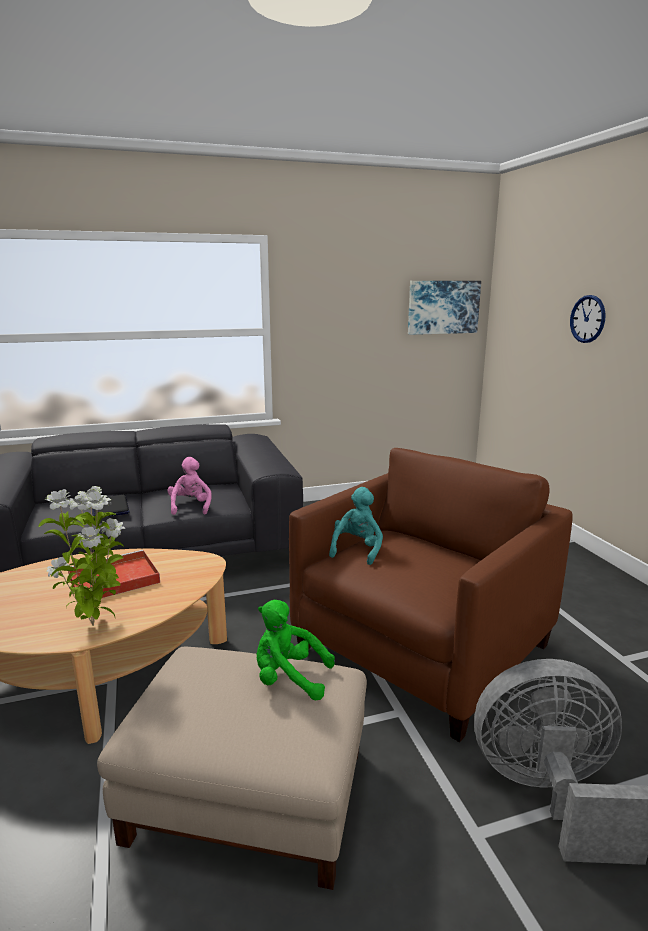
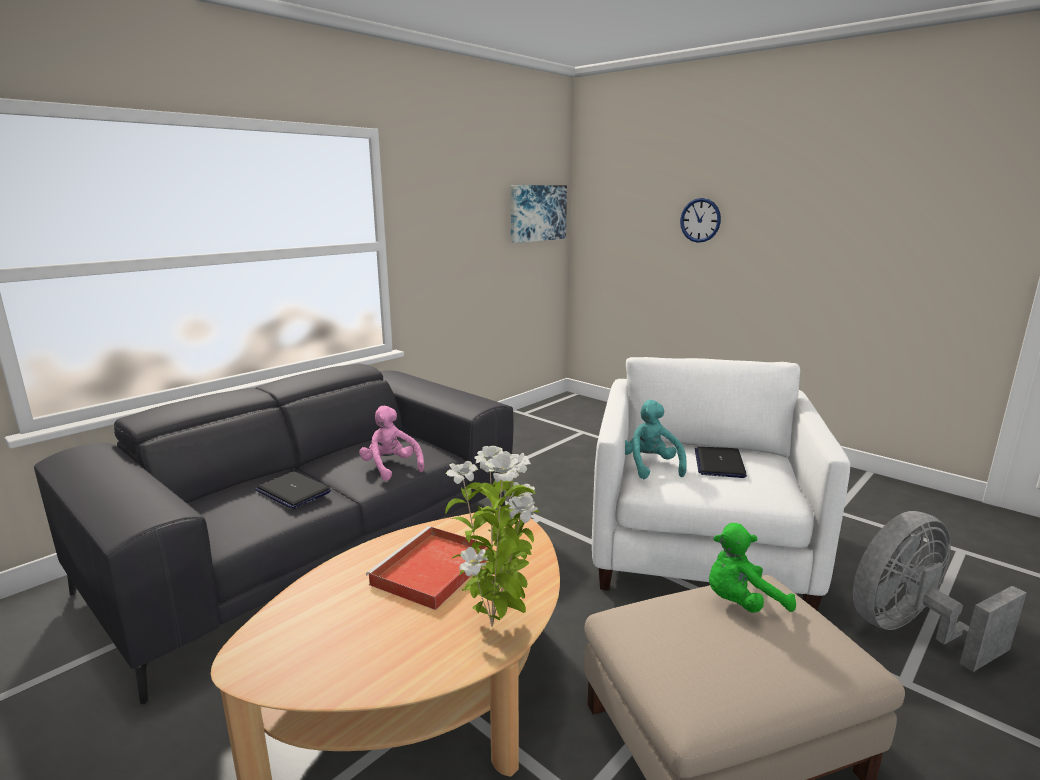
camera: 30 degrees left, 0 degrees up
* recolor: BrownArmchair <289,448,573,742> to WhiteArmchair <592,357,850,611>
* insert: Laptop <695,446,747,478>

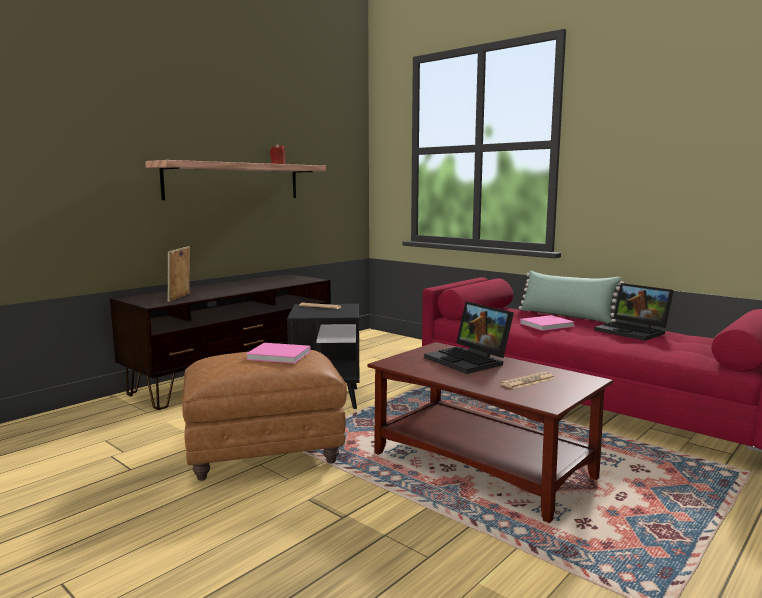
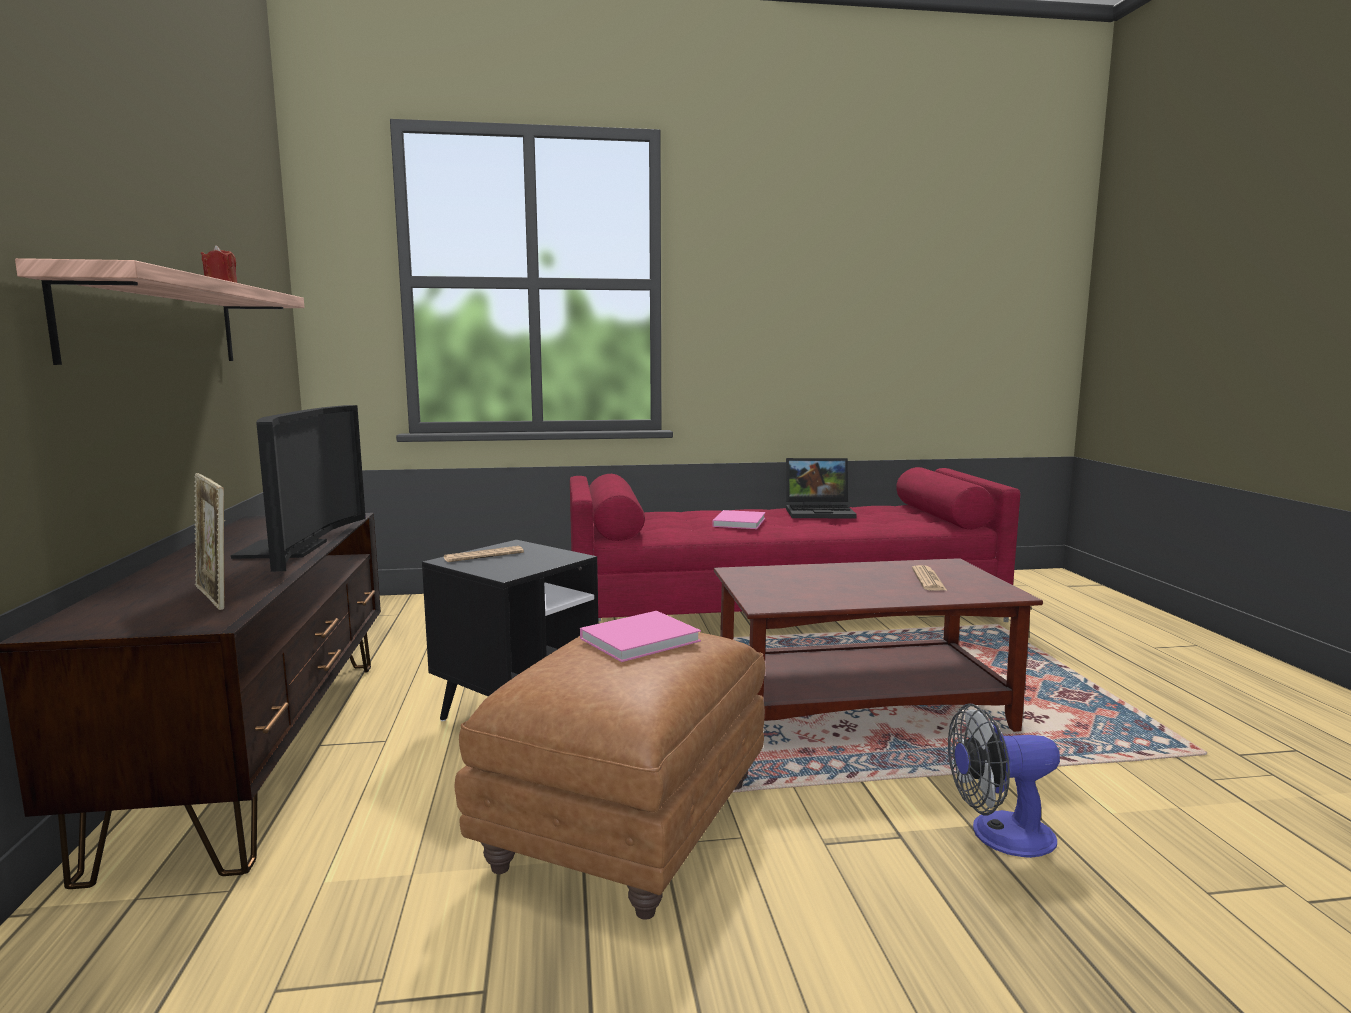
camera: 50 degrees left, 0 degrees up
* insert: Television <231,405,366,571>
* insert: Fan <948,703,1060,858>
* delete: Laptop <424,301,514,374>
* delete: GreenPillow <518,270,624,323>

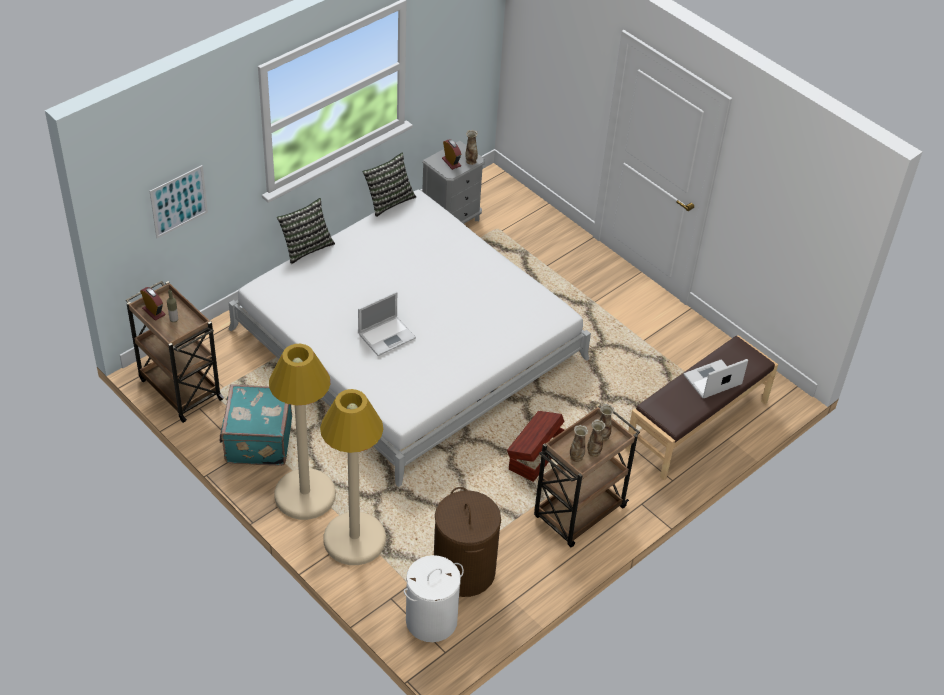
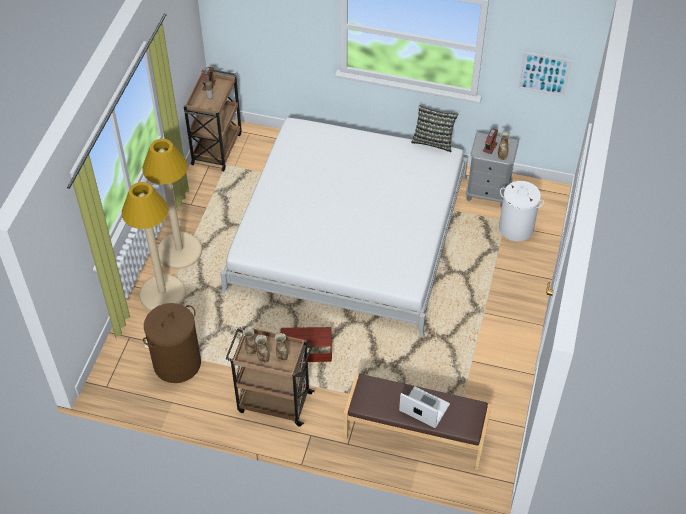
camera: 60 degrees right, 5 degrees up
* move: WhiteLaundryBasket <404,555,464,642> to <499,181,544,241>
* move: Picture <150,165,208,238> to <518,52,572,97>
* delete: TurquoiseSuitcase <220,384,292,466>
* delete: Pillow <277,198,335,264>
* delete: Laptop <358,292,416,356>

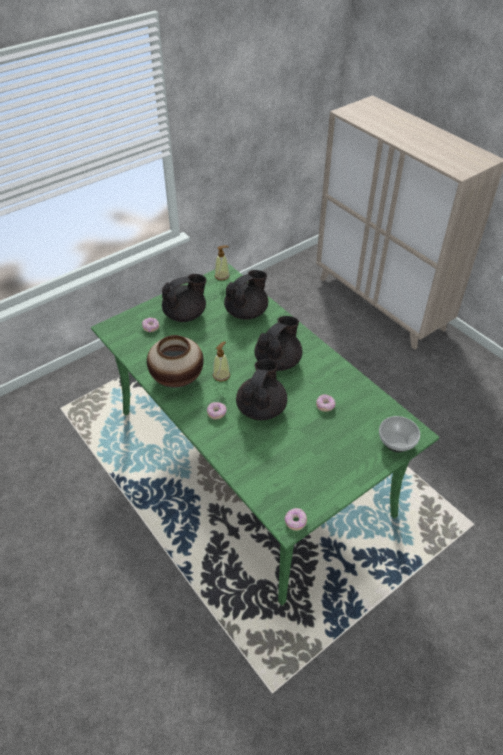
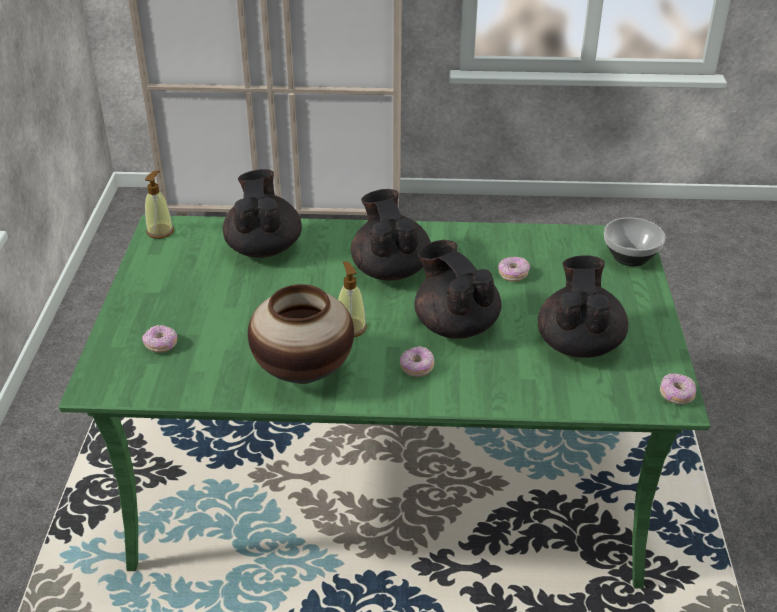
camera: 50 degrees left, 10 degrees down
* move: BlackTeapot <162,274,206,322> to <538,255,628,358>

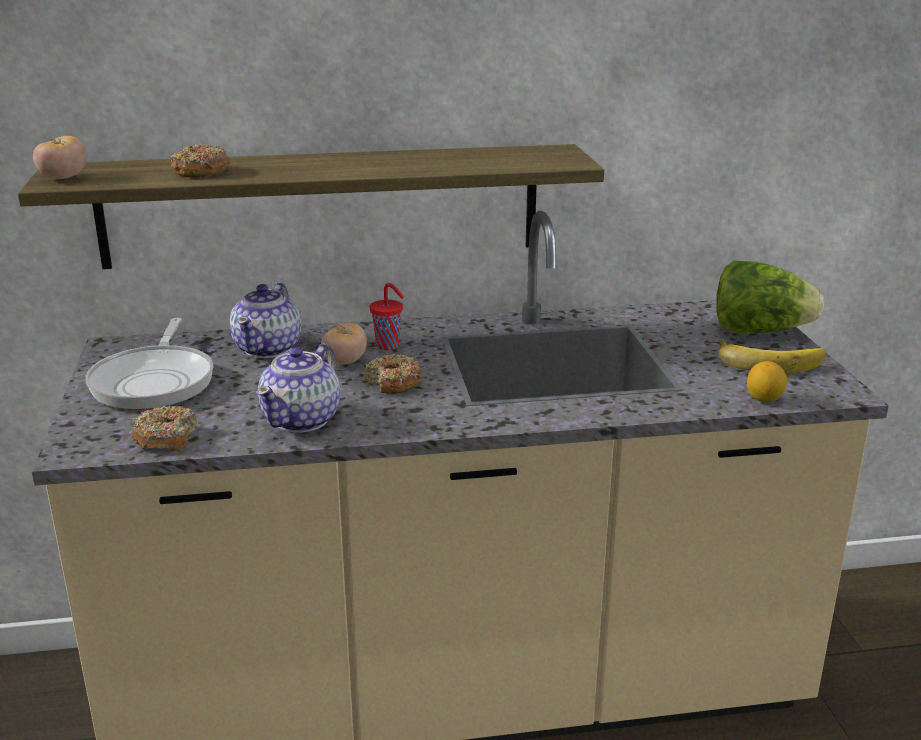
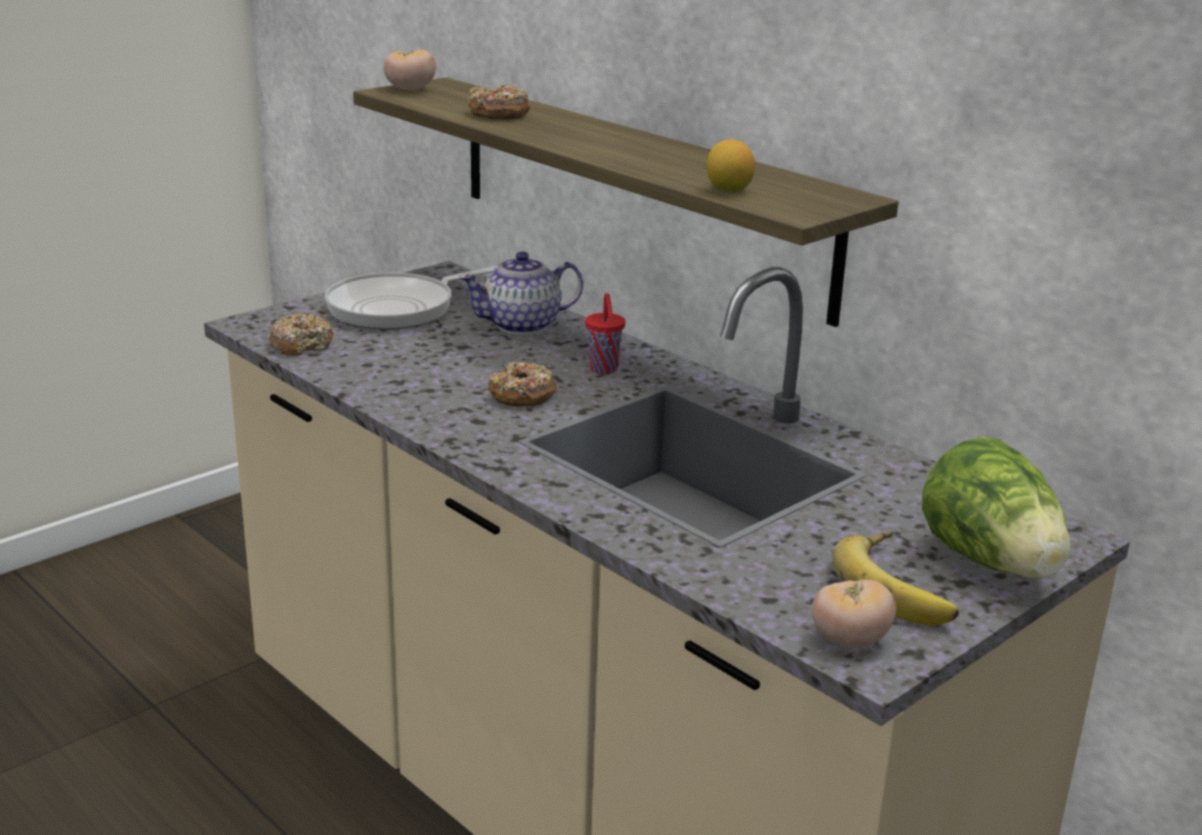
camera: 55 degrees right, 0 degrees up
* move: Lemon <747,361,787,403> to <707,140,755,192>
* move: Tomato <321,323,367,364> to <812,579,896,648>
* delete: Teapot <256,343,340,432>

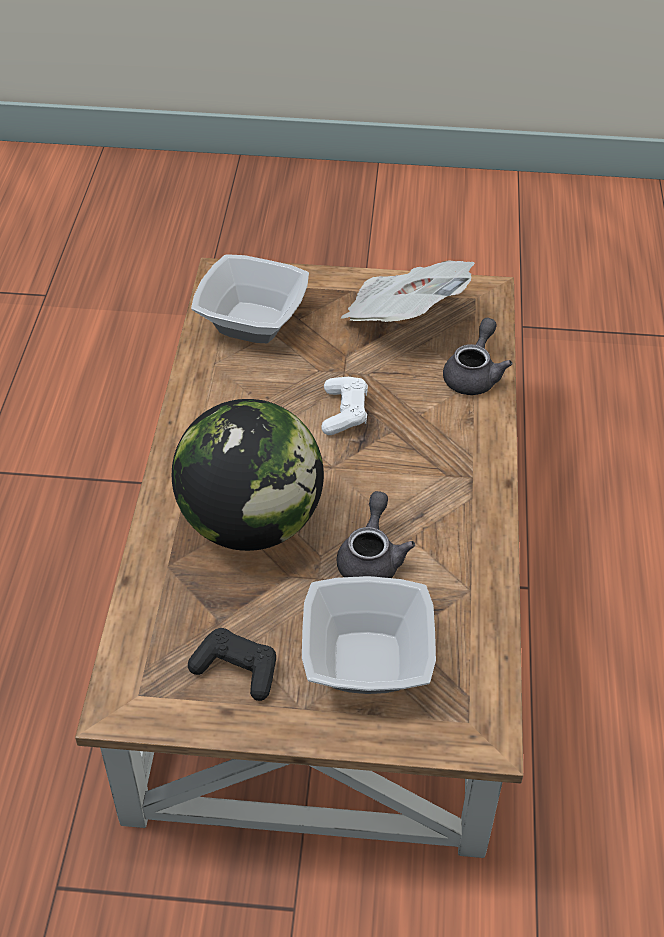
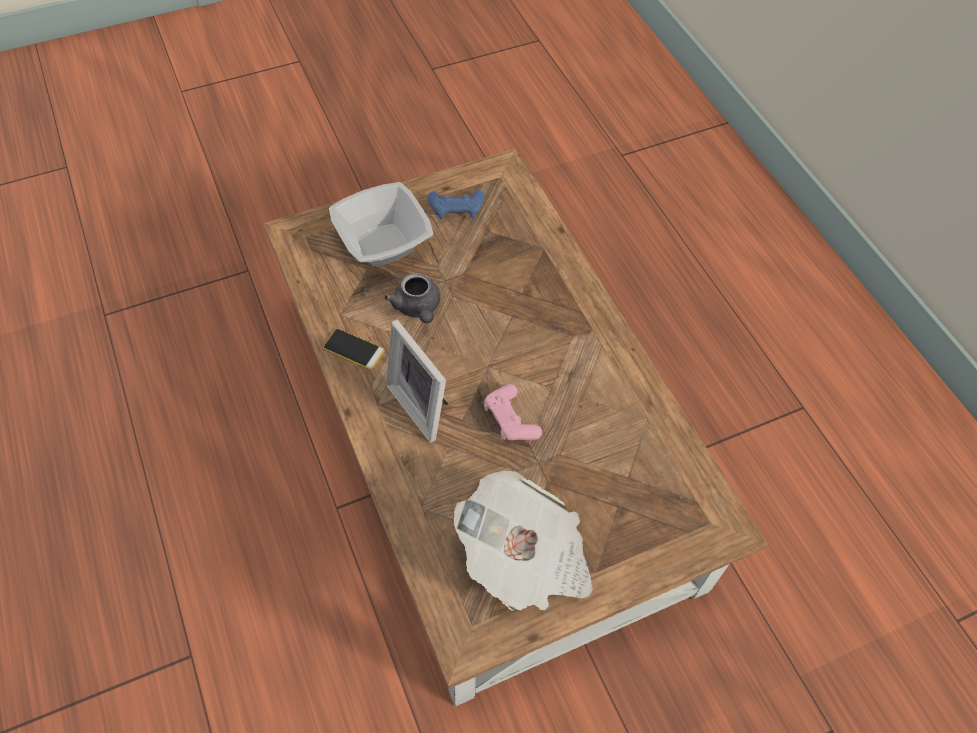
camera: 150 degrees right, 10 degrees up
* insert: Phone <323,329,384,370>
* insert: PictureFrame <386,320,449,443>
* recolor: BlackGameController <188,628,276,701> to BlueGameController <427,190,485,220>
* recolor: WhiteGameController <321,377,368,435> to PinkGameController <484,384,542,440>
* delete: Globe <172,399,324,551>
* delete: Bowl <191,254,309,343>
* delete: GreyTeapot <443,318,512,395>

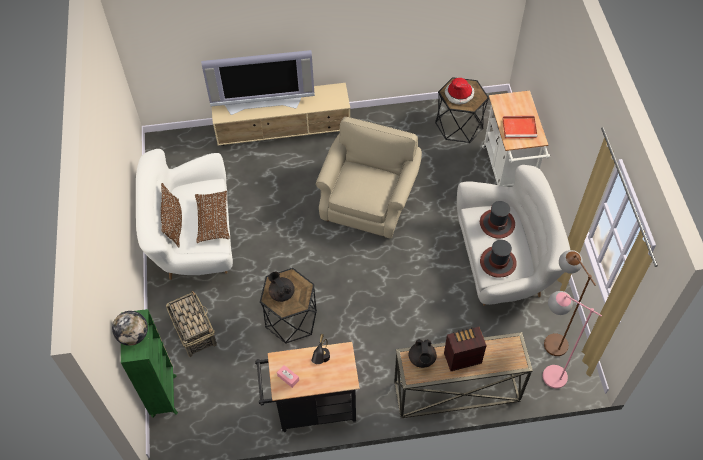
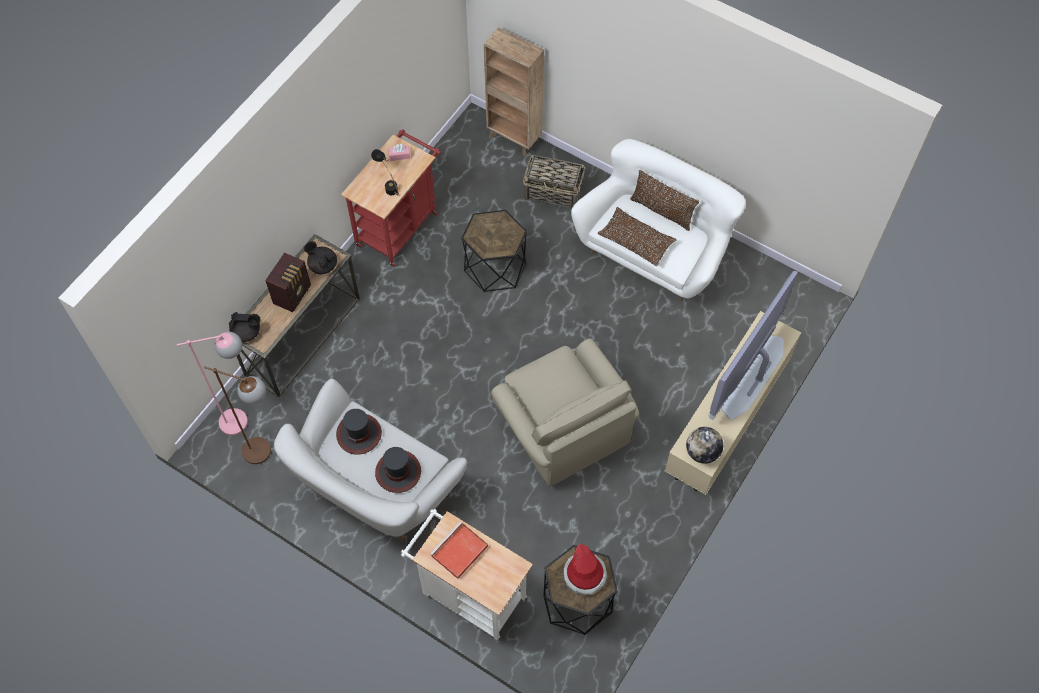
camera: 130 degrees right, 5 degrees up
* move: BlackTeapot <268,271,295,302> to <229,312,260,342>
* recolor: BlackCart <255,342,360,432> to RedCart <341,129,441,267>
* recolor: GreenBookcase <121,309,178,418> to BrownBookcase <484,27,544,157>
* move: Globe <112,311,148,346> to <686,427,723,464>

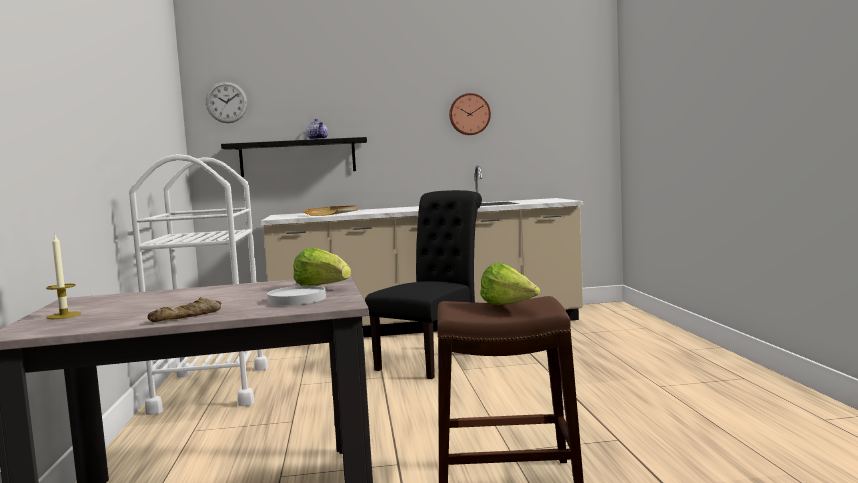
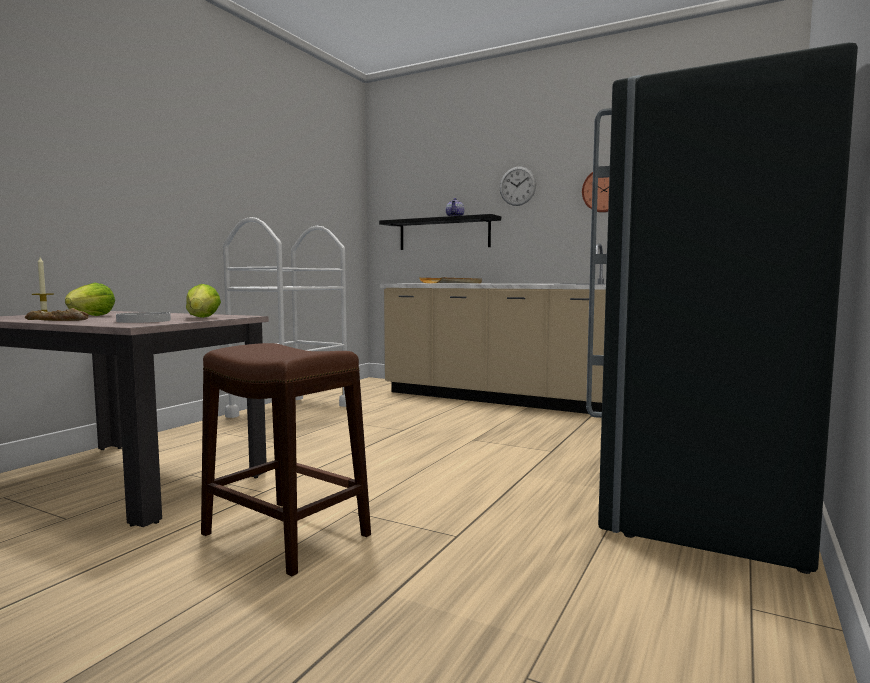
camera: 35 degrees right, 0 degrees up
* move: Lettuce <481,263,540,305> to <65,283,115,316>
* move: WallClock <206,82,248,123> to <500,166,536,206>
* insert: GreyFridge <586,43,858,574>
* delete: BlackChair <365,190,482,379>

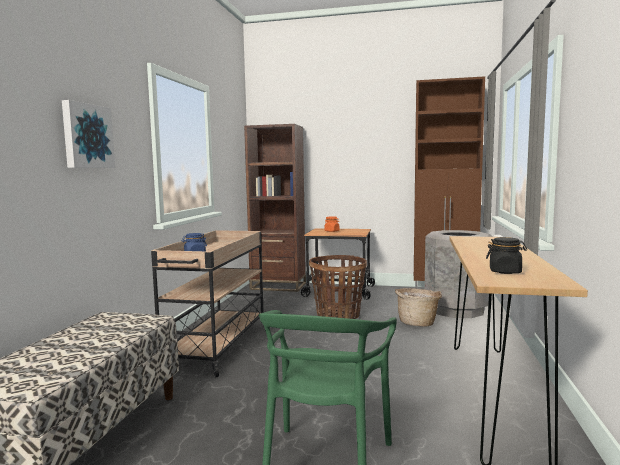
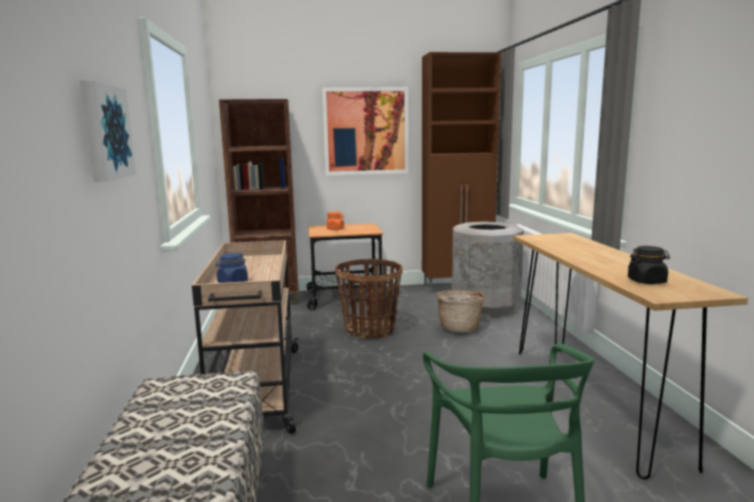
camera: 20 degrees left, 5 degrees up
* insert: Picture <322,87,409,175>

